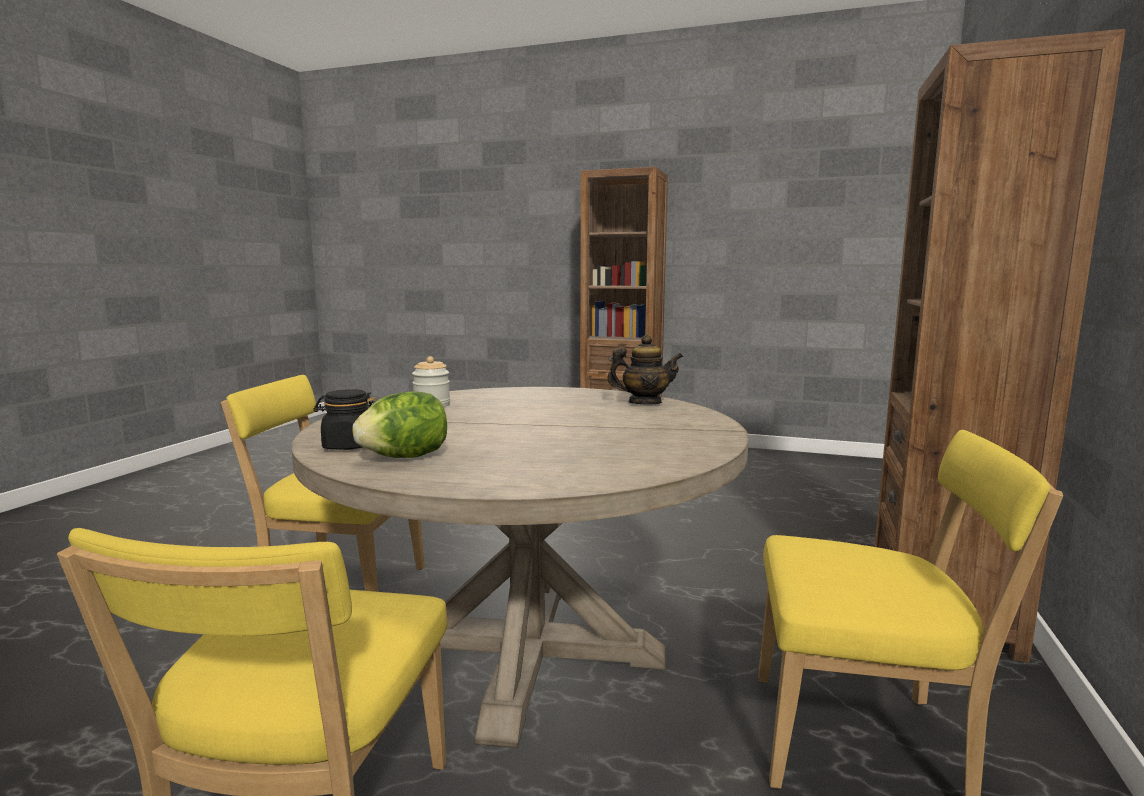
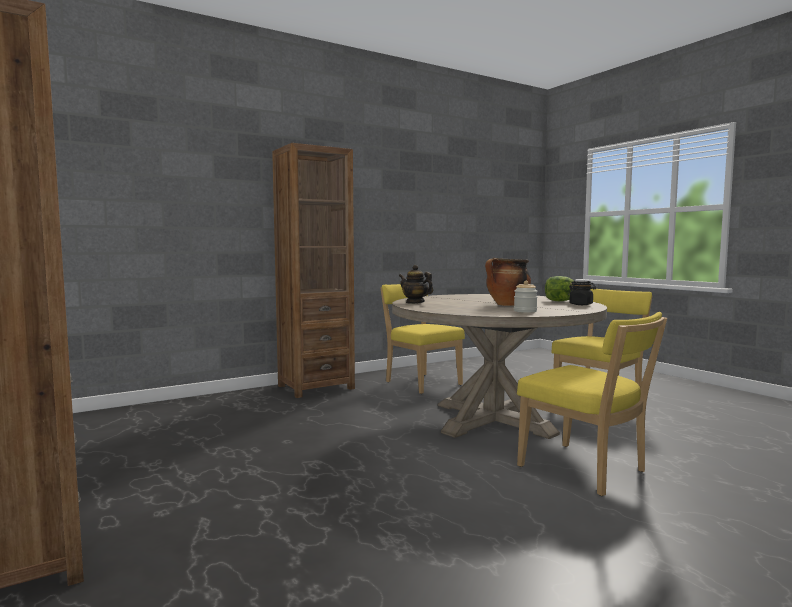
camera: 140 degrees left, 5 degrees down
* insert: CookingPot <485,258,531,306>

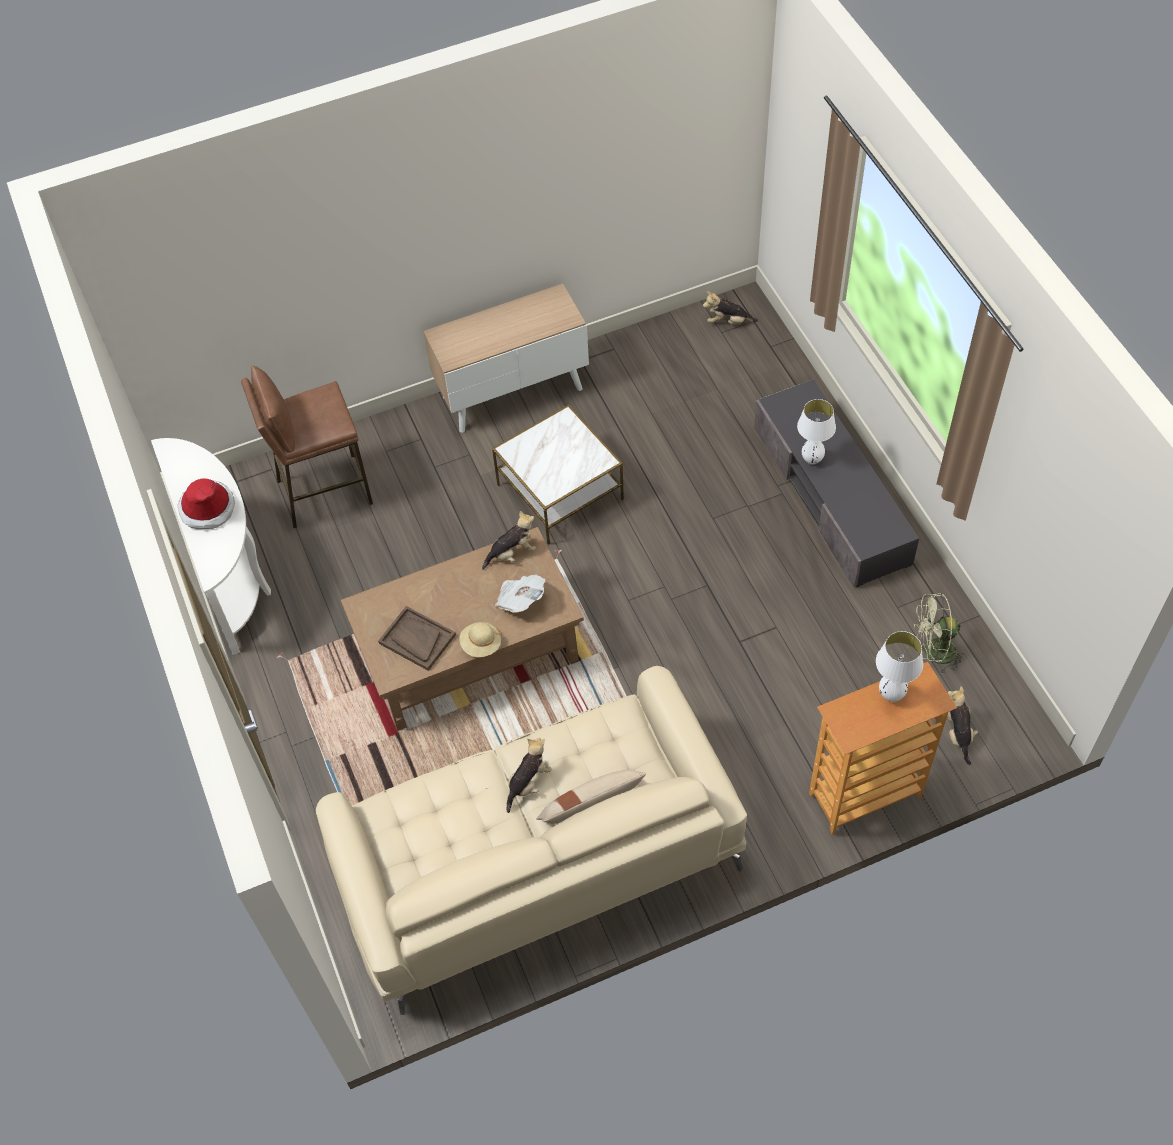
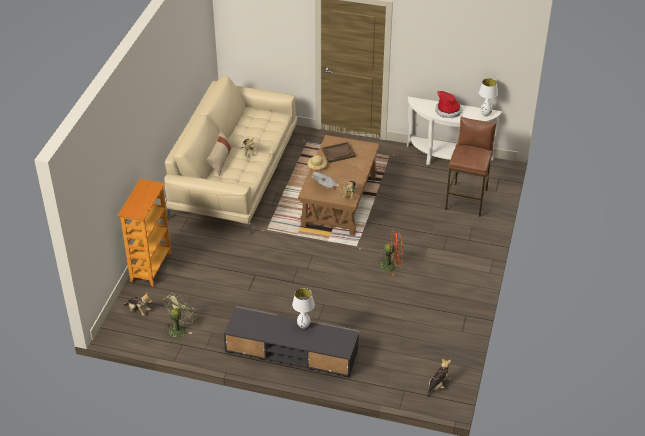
camera: 125 degrees right, 15 degrees down
* replace: SideTable <492,405,624,545> to OrangeFan <377,231,403,276>
* move: WhiteTableLamp <876,631,923,702> to <479,78,498,117>
* delete: Cabinet <423,284,589,433>

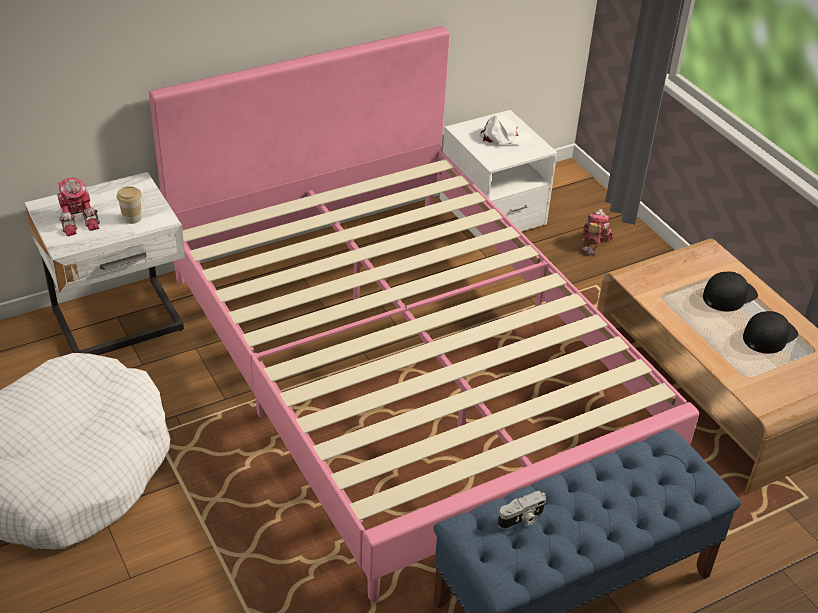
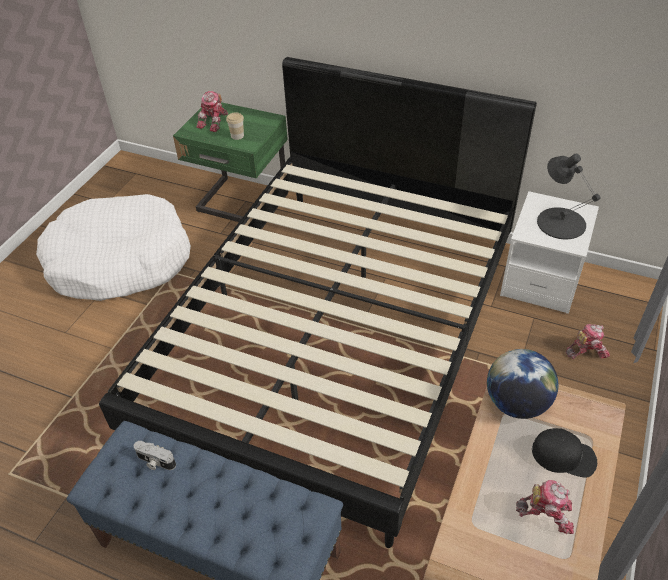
camera: 55 degrees right, 5 degrees up
* recolor: PinkBed <149,26,699,602> to BlackBed <99,57,537,548>
* recolor: WhiteNightstand <25,172,185,355> to GreenNightstand <173,102,288,229>
* insert: Globe <487,349,558,419>
* replace: BlackCap <743,311,798,354> to ToyRobot <516,480,574,534>
* replace: WhiteCap <480,115,532,146> to BlackTableLamp <537,154,600,239>

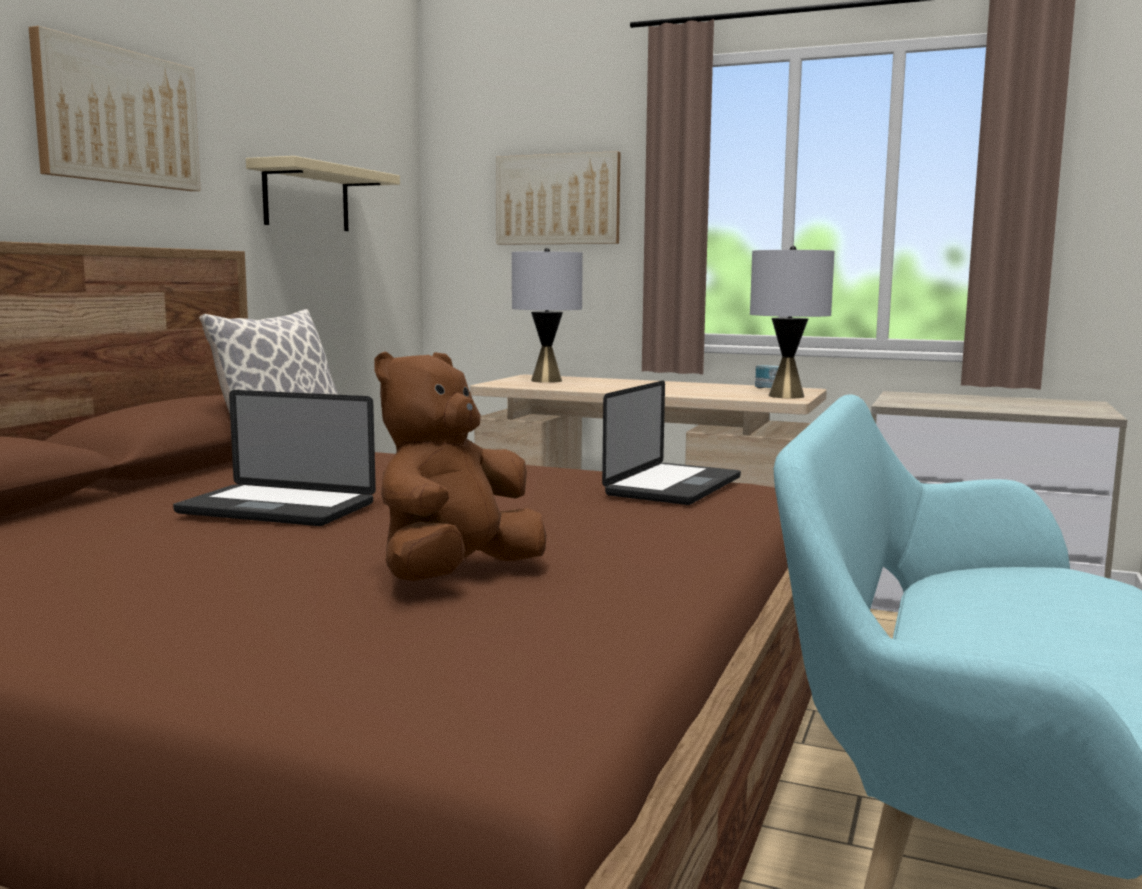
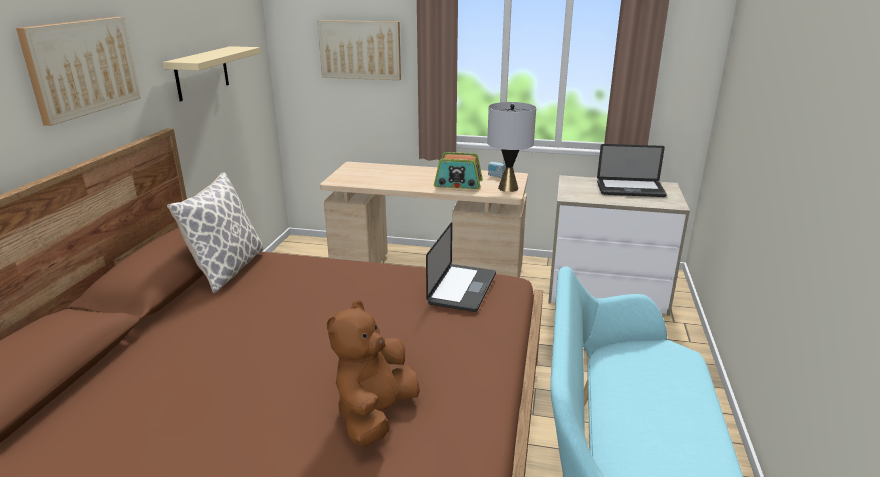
camera: 10 degrees left, 15 degrees up
* insert: Radio <434,152,483,189>
* move: Laptop <173,390,376,526> to <597,144,667,197>
* delete: GreyTableLamp <512,248,583,383>

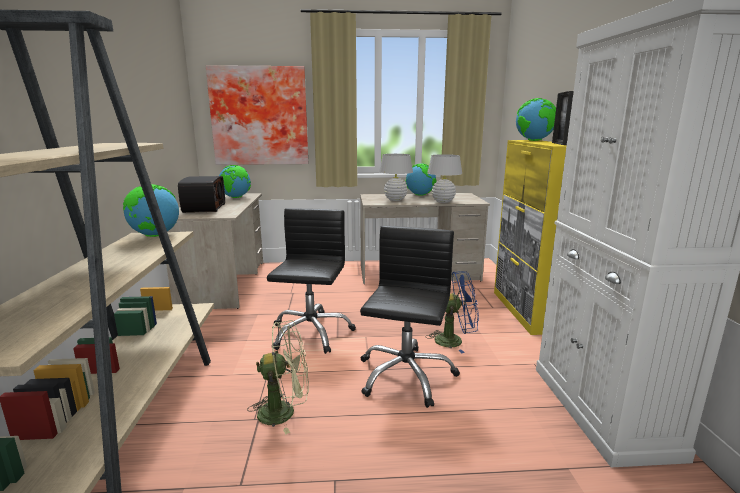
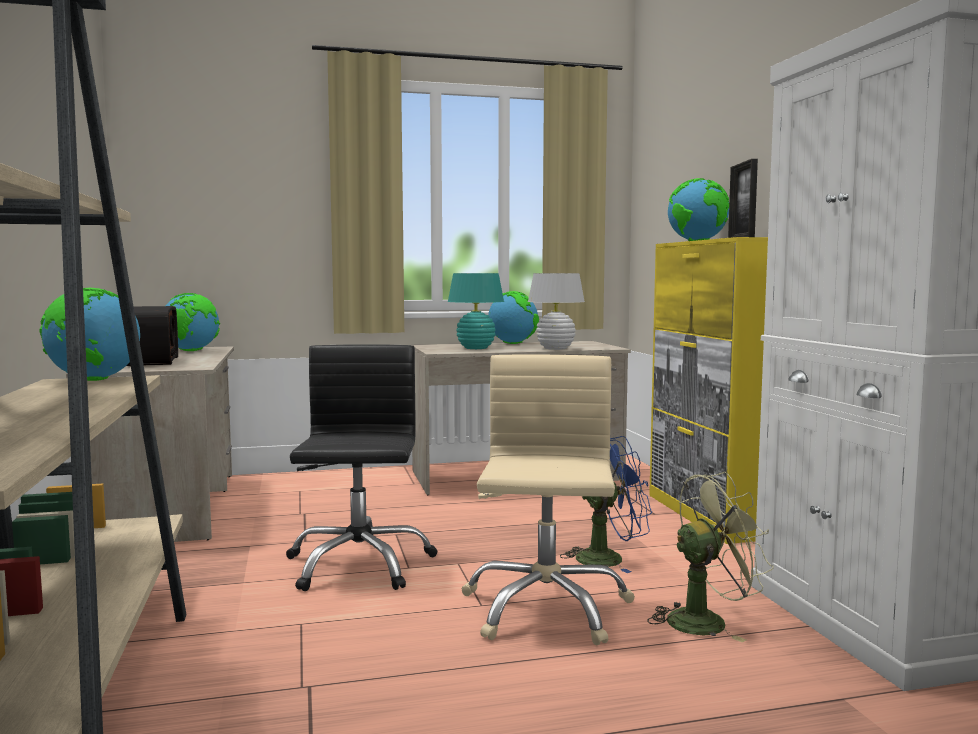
camera: 10 degrees left, 10 degrees down
* recolor: WhiteTableLamp <379,154,413,201> to TurquoiseTableLamp <448,273,504,349>
* recolor: BlackOfficeChair <360,226,460,408> to BeigeOfficeChair <461,355,635,645>
* move: GreenFan <247,320,309,434> to <647,472,774,643>
* delete: Picture <206,65,308,165>

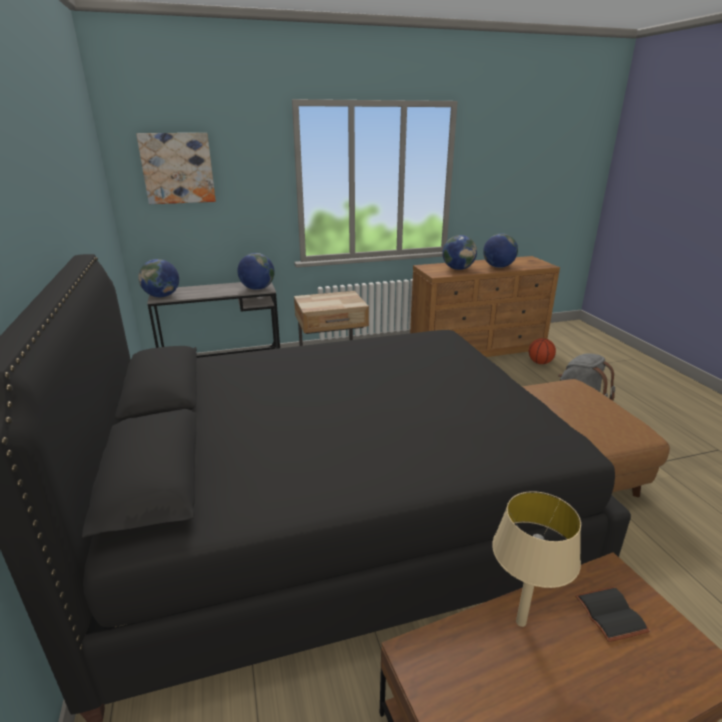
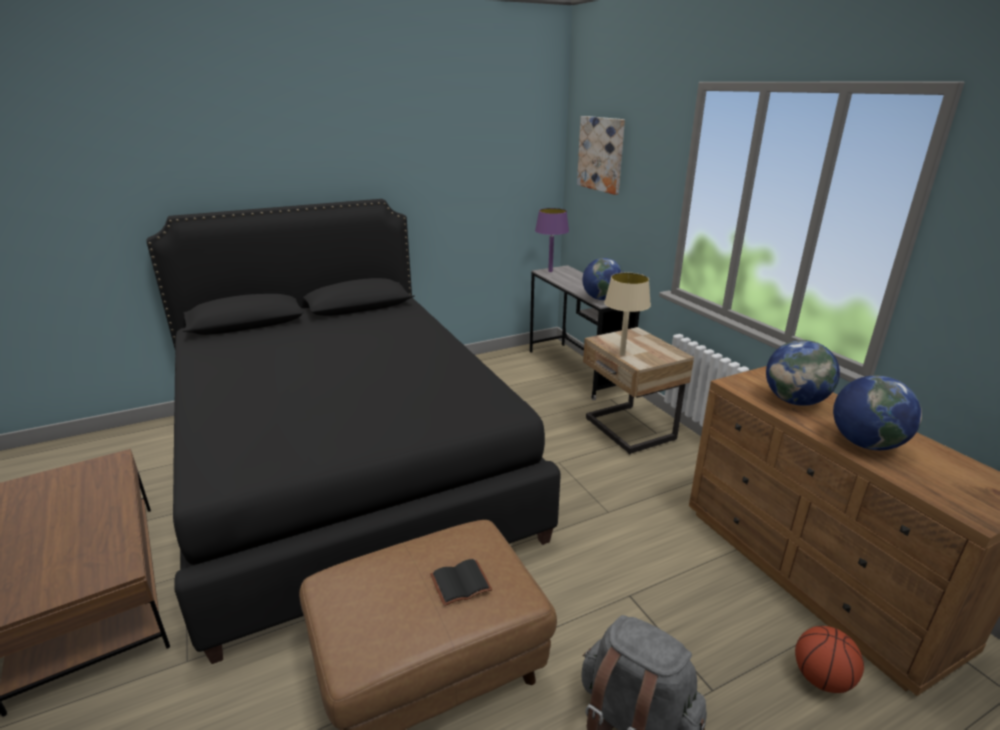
camera: 80 degrees right, 0 degrees up
* move: BlackBook <575,587,650,642> to <430,559,492,606>
* replace: Globe <138,259,179,297> to PurpleTableLamp <535,208,569,272>
* move: BeigeTableLamp <492,491,581,627> to <604,273,651,356>

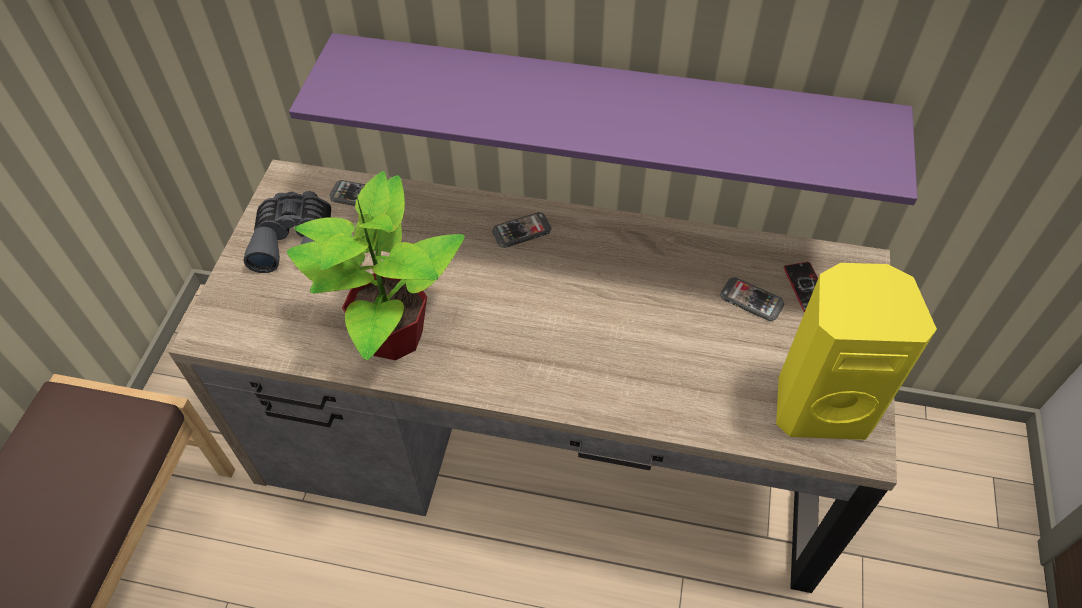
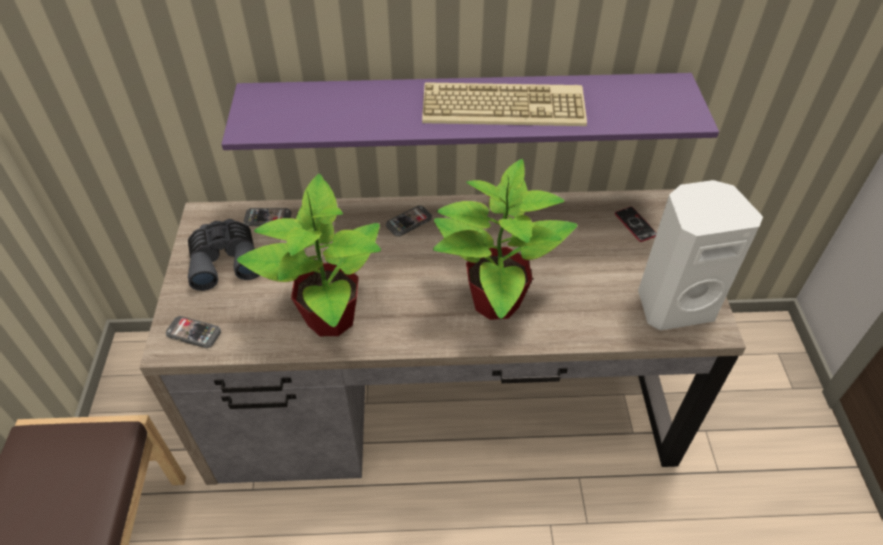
camera: 15 degrees left, 5 degrees down
* move: Phone <720,277,784,321> to <166,316,221,348>
* insert: Keyboard <422,82,587,126>
* insert: PottedPlant <433,159,577,320>
* recolor: YellowSpeaker <776,263,937,440> to WhiteSpeaker <638,180,763,331>

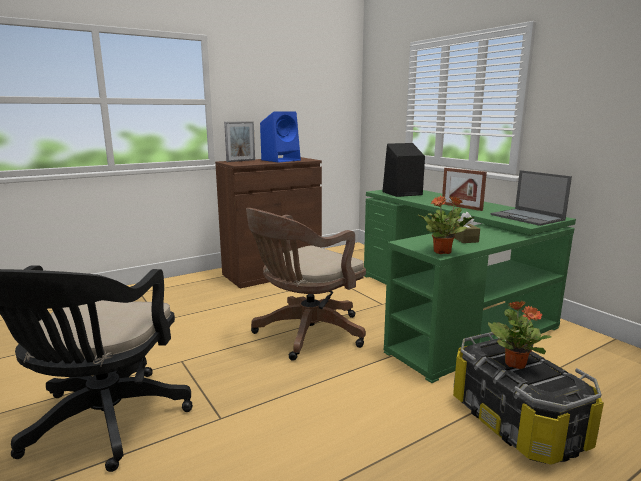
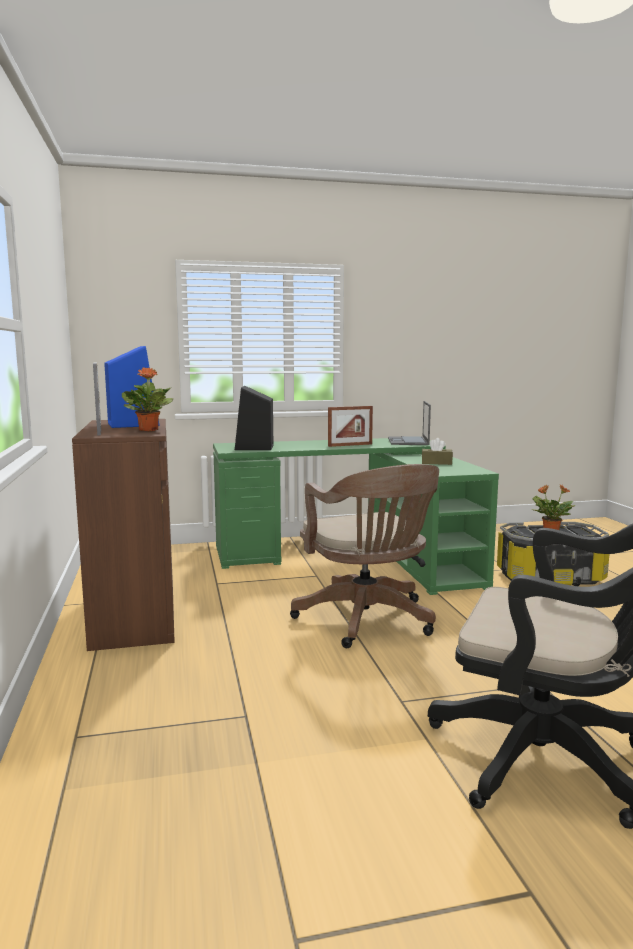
camera: 70 degrees left, 5 degrees down
* move: PottedPlant <418,196,474,254> to <122,367,173,431>
* rotate: Laptop <491,170,572,226> = <388,401,431,445> 105 degrees clockwise

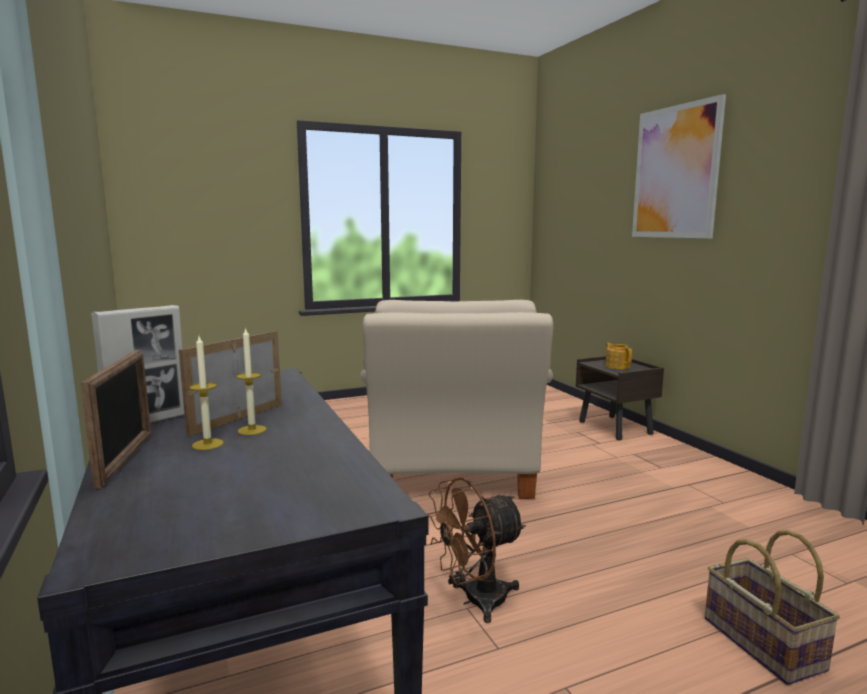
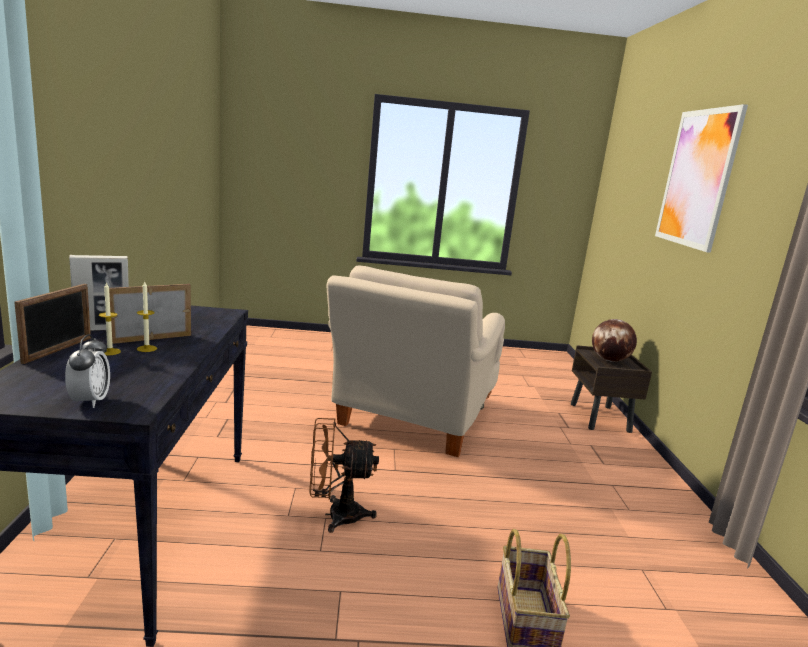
camera: 20 degrees right, 5 degrees up
* insert: AlarmClock <65,334,110,408>
* replace: Teapot <605,343,632,369> to Globe <592,319,637,362>

